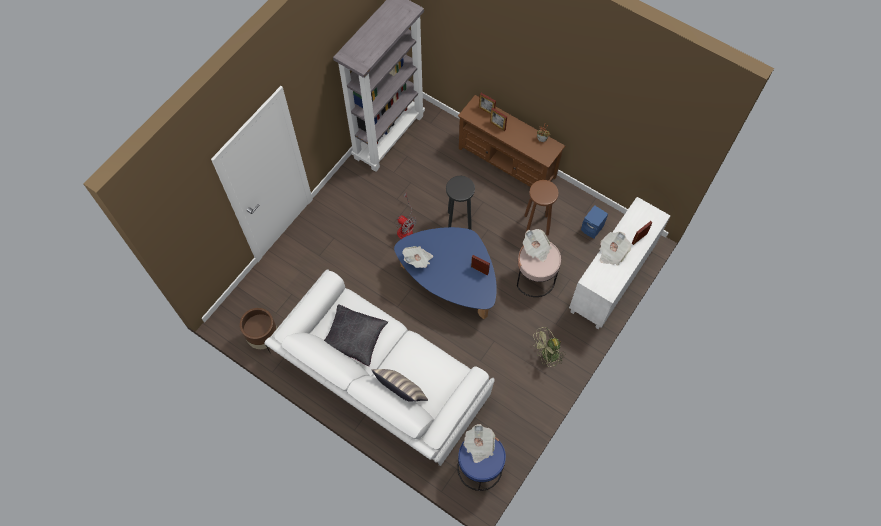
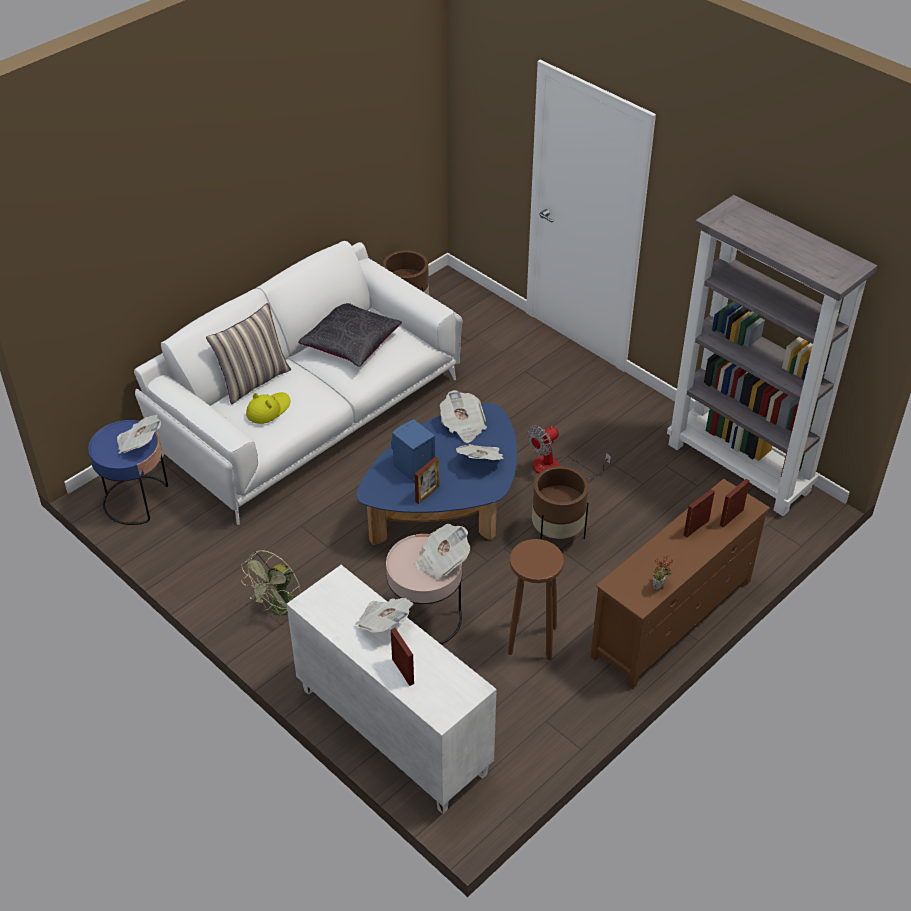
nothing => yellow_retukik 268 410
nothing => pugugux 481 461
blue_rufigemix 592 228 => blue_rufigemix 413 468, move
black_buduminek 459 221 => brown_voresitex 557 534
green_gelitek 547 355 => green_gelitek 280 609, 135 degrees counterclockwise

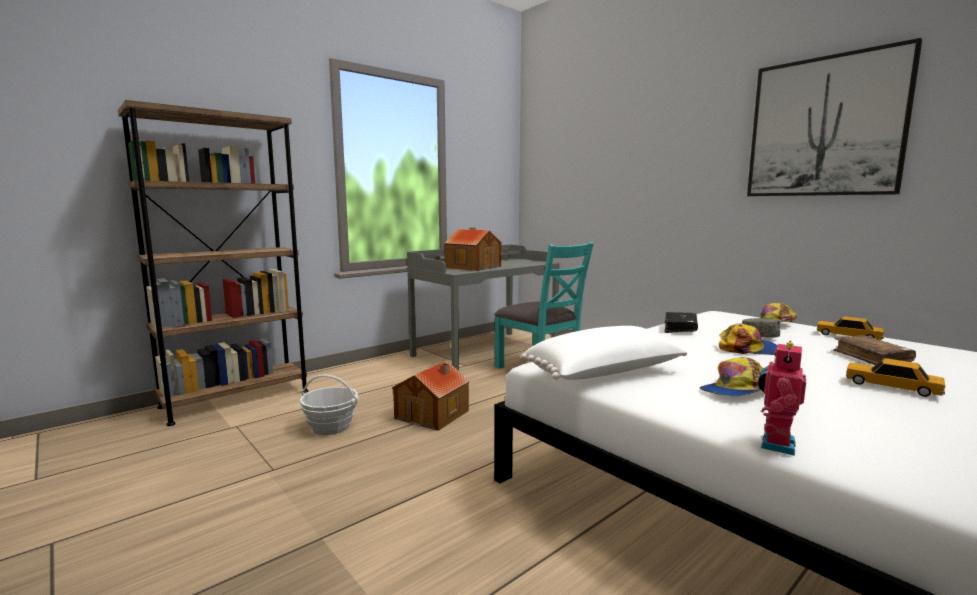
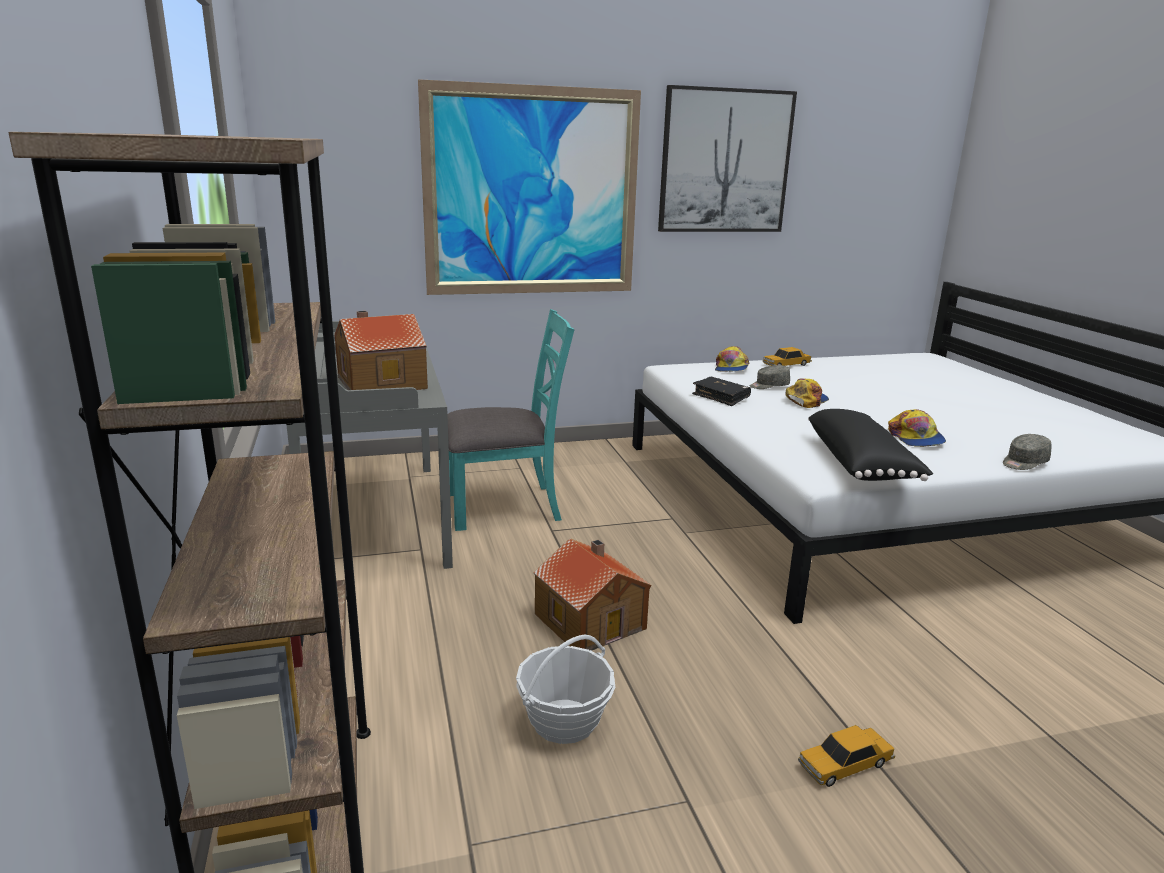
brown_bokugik 871 358 => nothing
nothing => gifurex 532 193
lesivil 891 386 => lesivil 844 764, move
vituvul 774 444 => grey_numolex 1024 463
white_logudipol 605 374 => black_logudipol 861 463

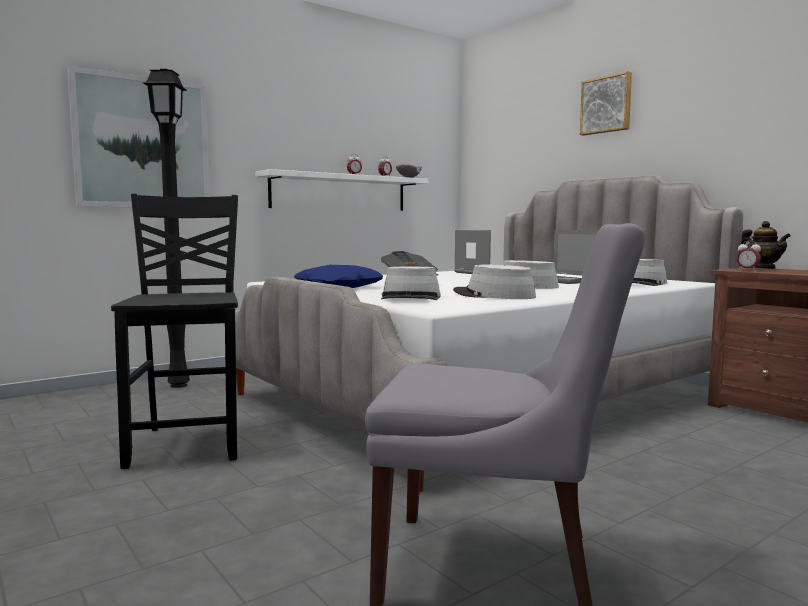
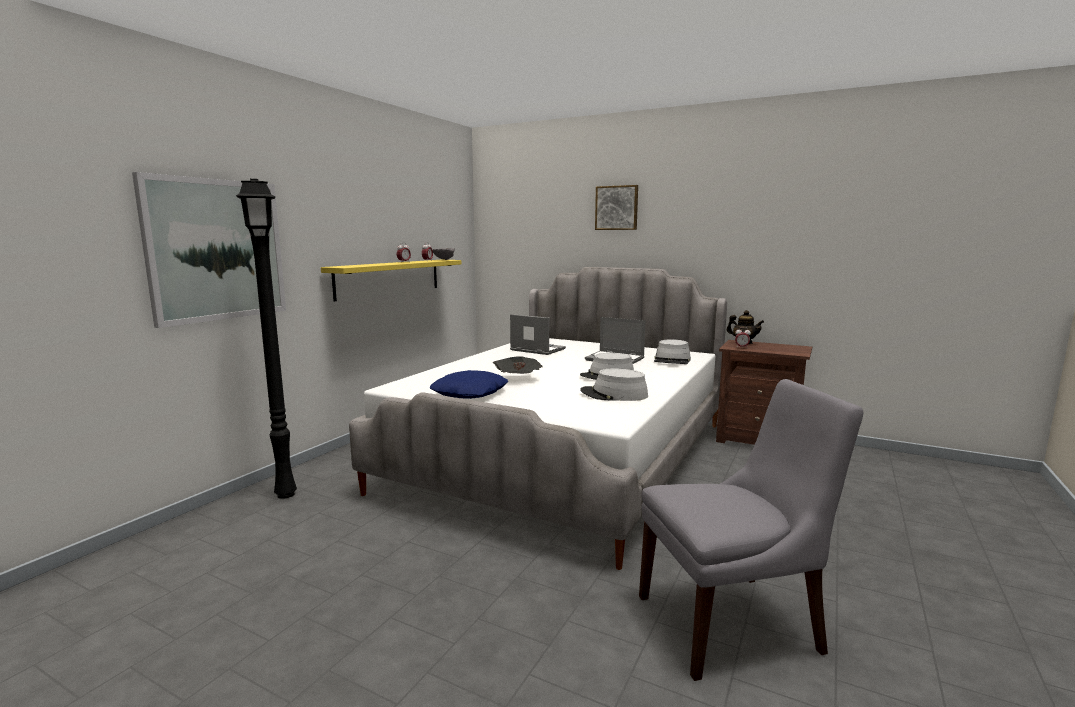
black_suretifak 189 443 => nothing
grey_retukik 411 298 => nothing
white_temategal 340 192 => yellow_temategal 389 278

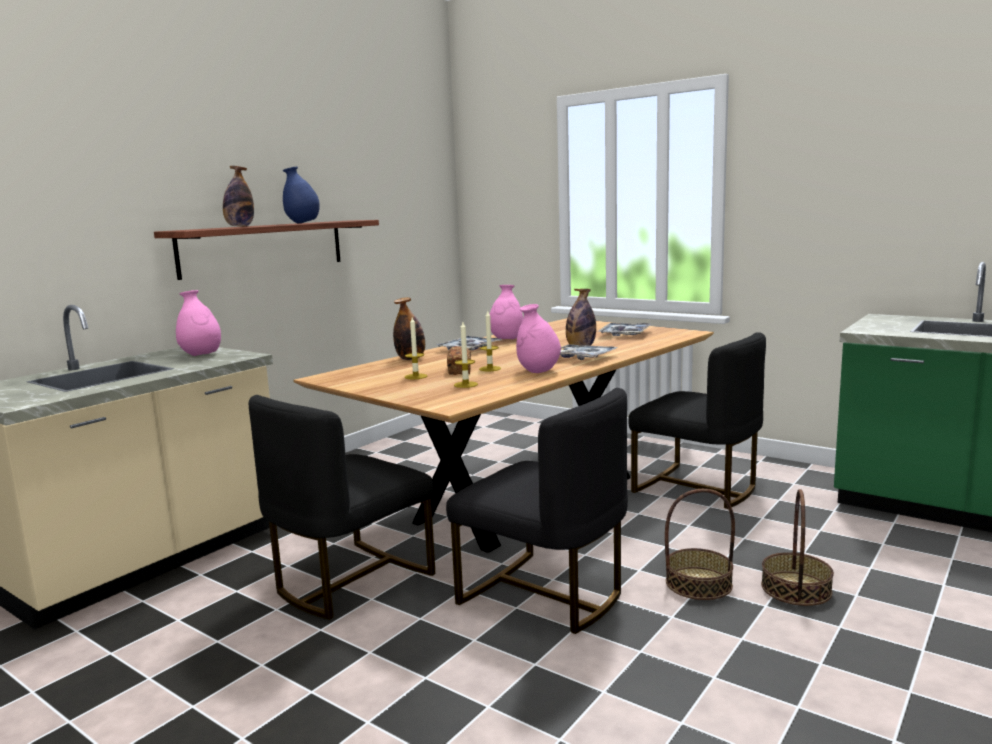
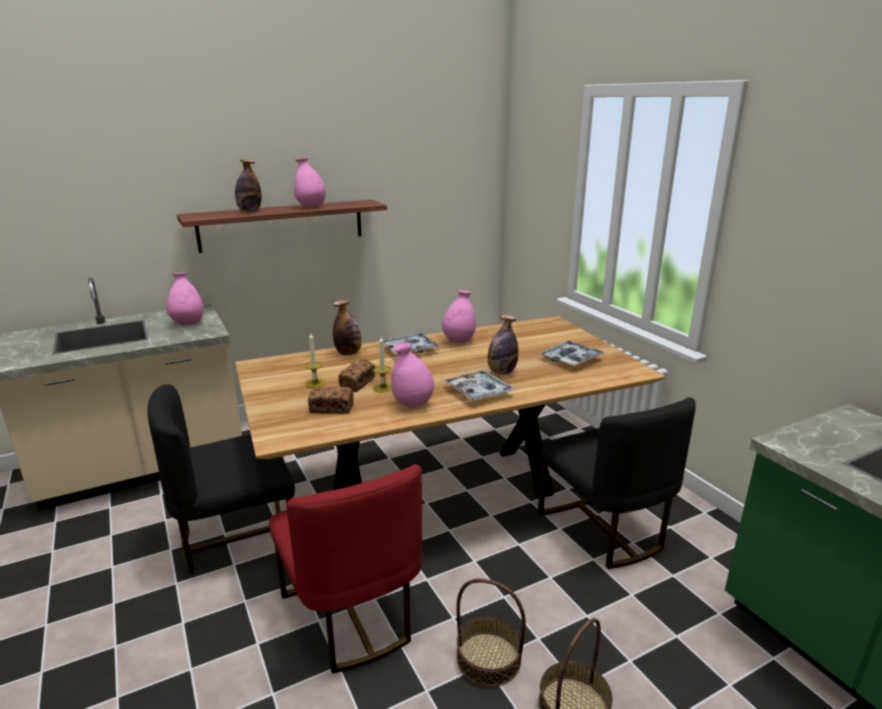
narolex 465 384 => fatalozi 331 408
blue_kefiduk 303 223 => pink_kefiduk 311 207
black_suretifak 544 595 => red_suretifak 351 615

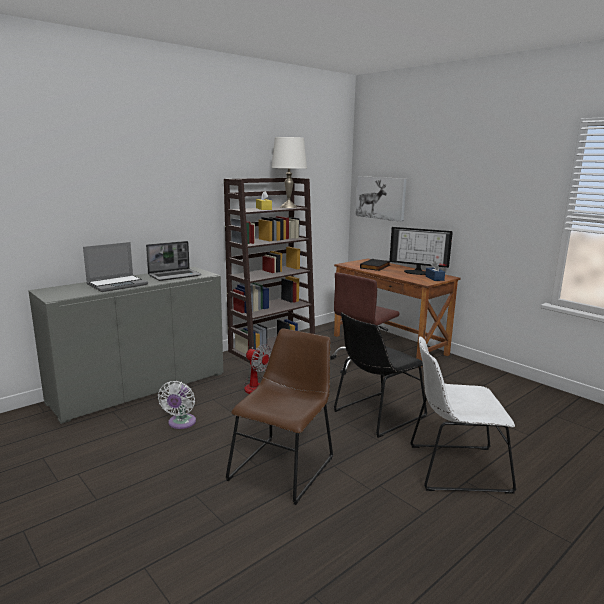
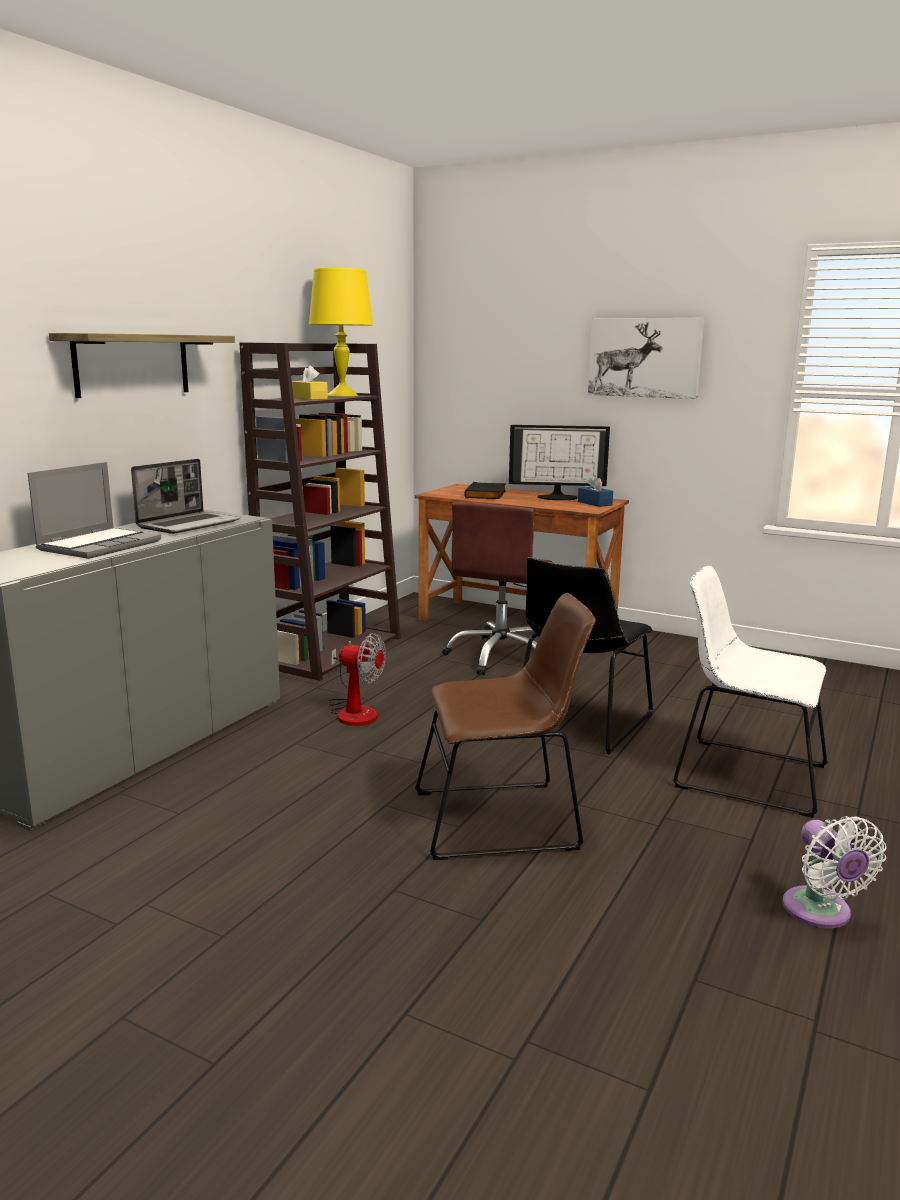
nothing => temategal 132 364
white_gelitek 181 423 => white_gelitek 820 913, move
gifurex 381 198 => gifurex 645 357, move
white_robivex 289 207 => yellow_robivex 343 395
brown_suretifak 284 466 => brown_suretifak 503 819, 75 degrees clockwise
white_suretifak 453 468 => white_suretifak 743 774, 45 degrees clockwise

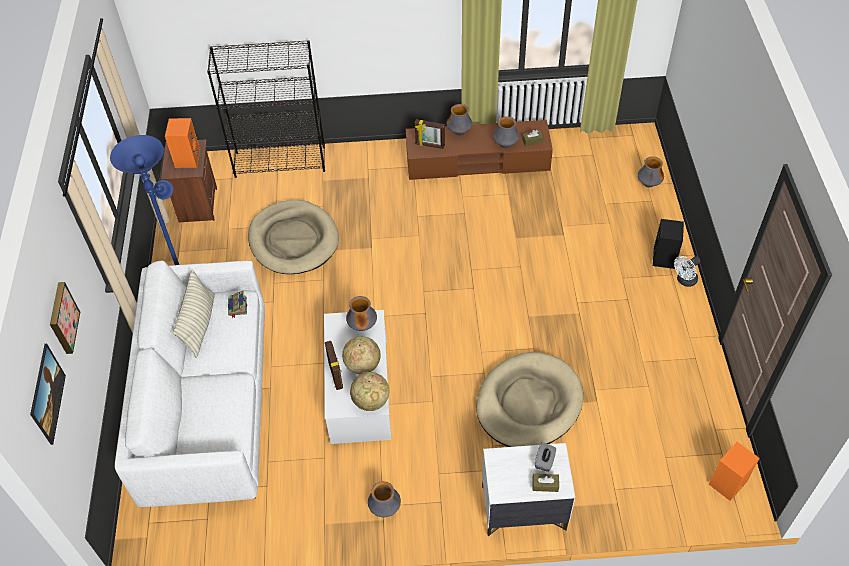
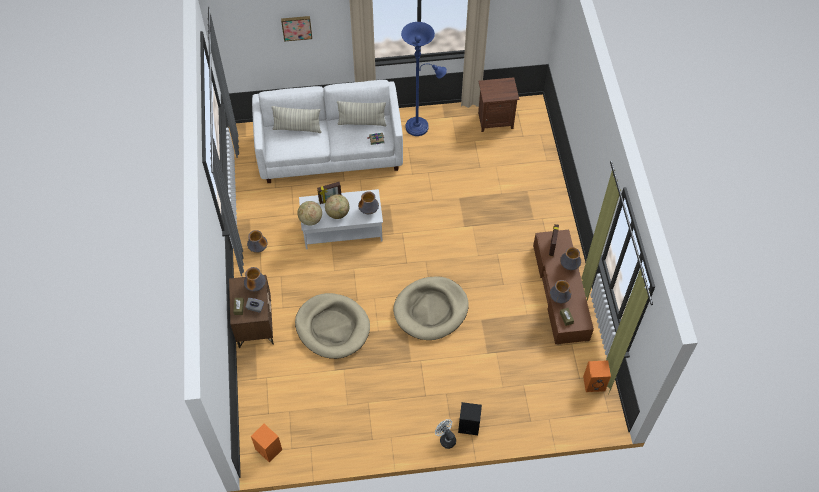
gifurex 52 401 => nothing
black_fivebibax 281 162 => nothing
nothing => logudipol 297 128
orange_rufigemix 187 158 => orange_rufigemix 594 383, move
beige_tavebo 293 240 => beige_tavebo 431 310, move
kefiduk 648 184 => kefiduk 256 286, move
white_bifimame 523 508 => brown_bifimame 255 323

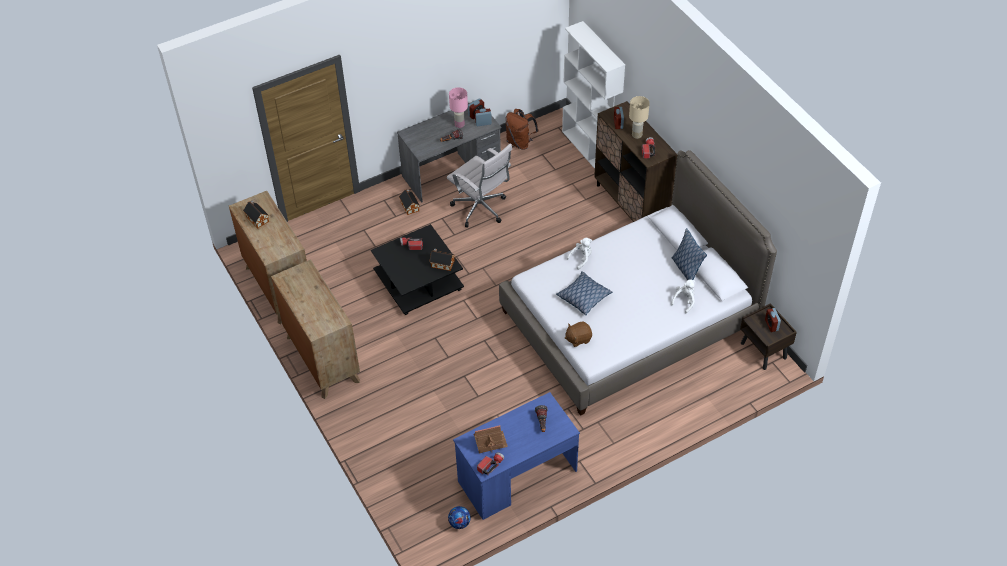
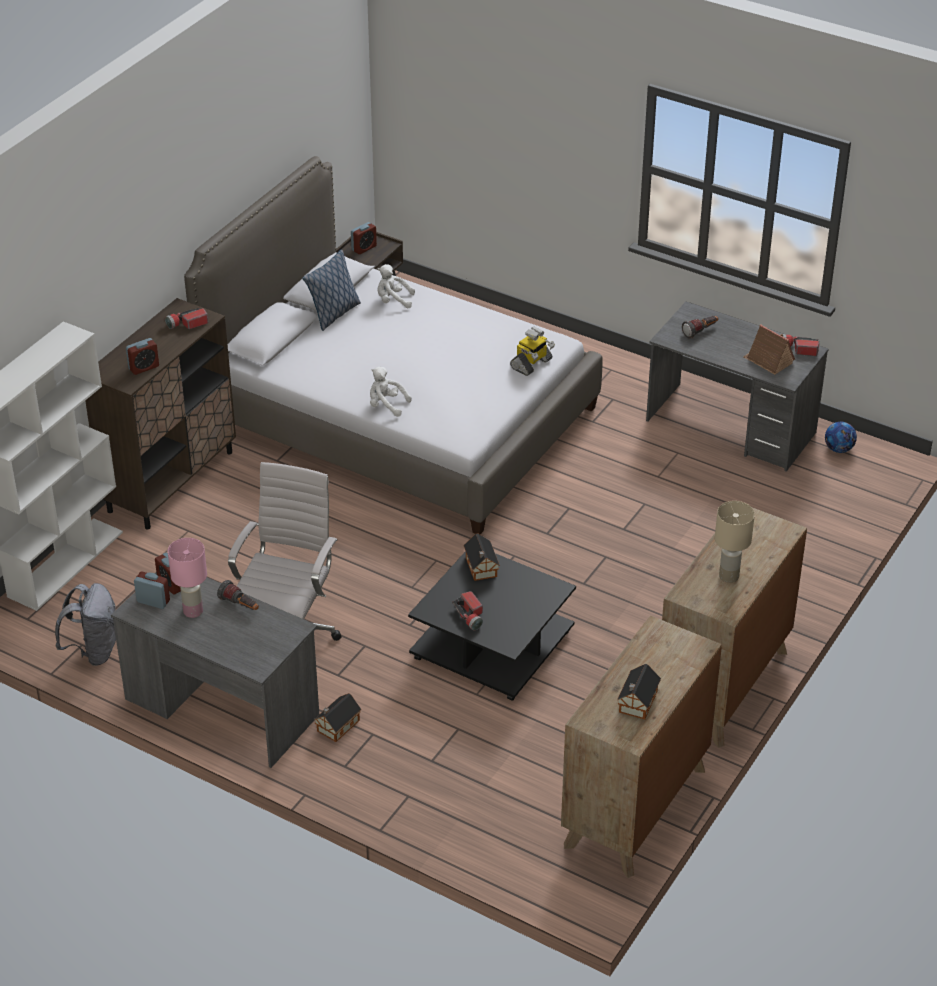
logudipol 583 297 => nothing
beige_robivex 637 135 => beige_robivex 728 576, move
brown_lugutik 578 339 => vituvul 531 364
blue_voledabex 517 476 => grey_voledabex 730 427
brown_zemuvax 520 142 => grey_zemuvax 94 651

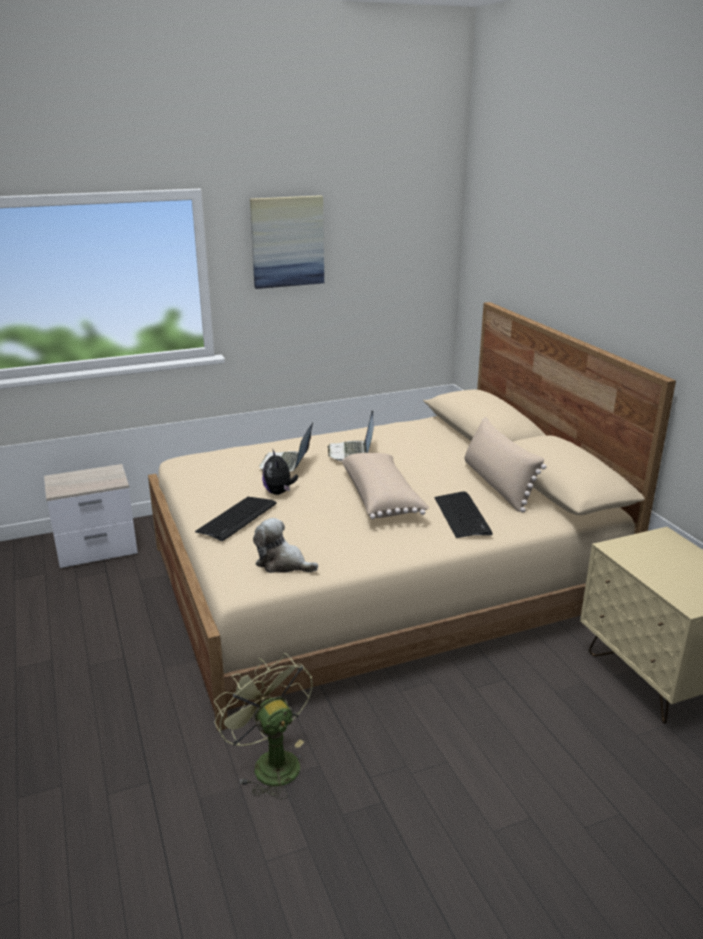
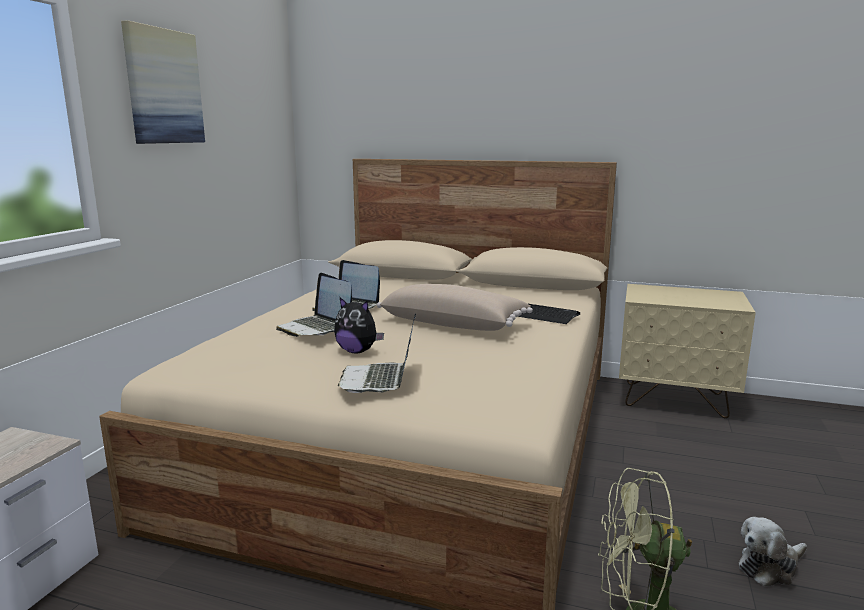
beige_logudipol 497 485 => nothing
lugutik 282 563 => lugutik 770 567, move
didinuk 237 519 => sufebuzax 379 380

